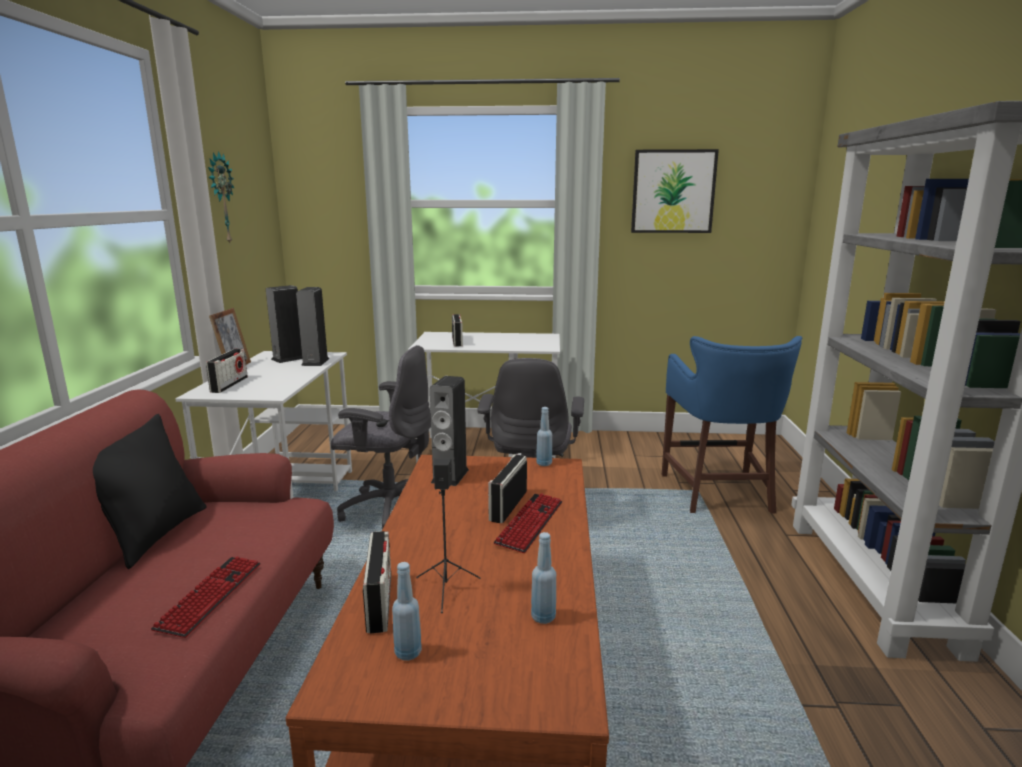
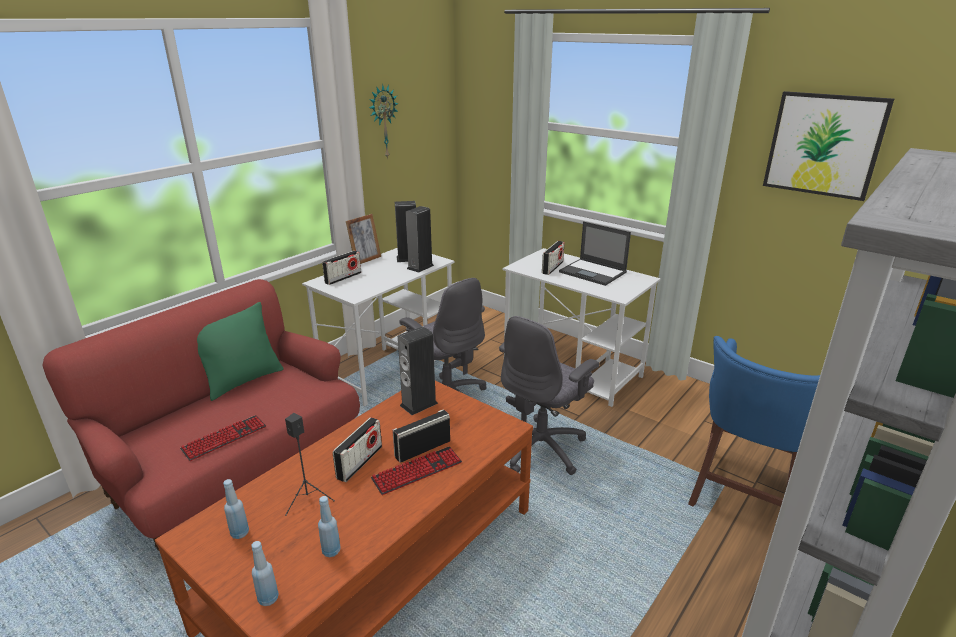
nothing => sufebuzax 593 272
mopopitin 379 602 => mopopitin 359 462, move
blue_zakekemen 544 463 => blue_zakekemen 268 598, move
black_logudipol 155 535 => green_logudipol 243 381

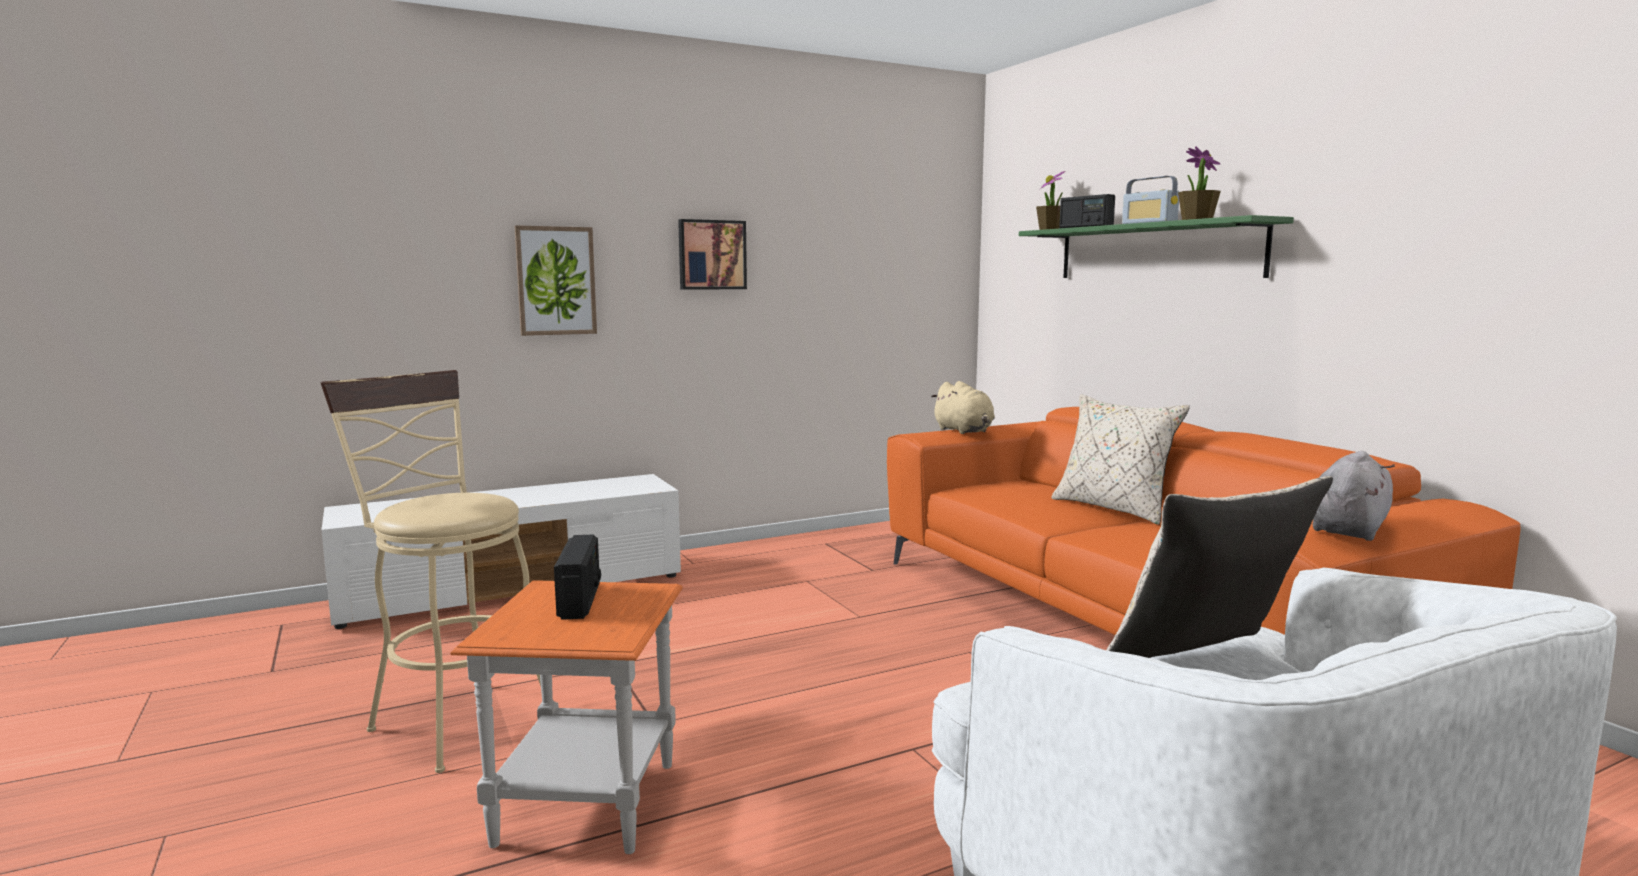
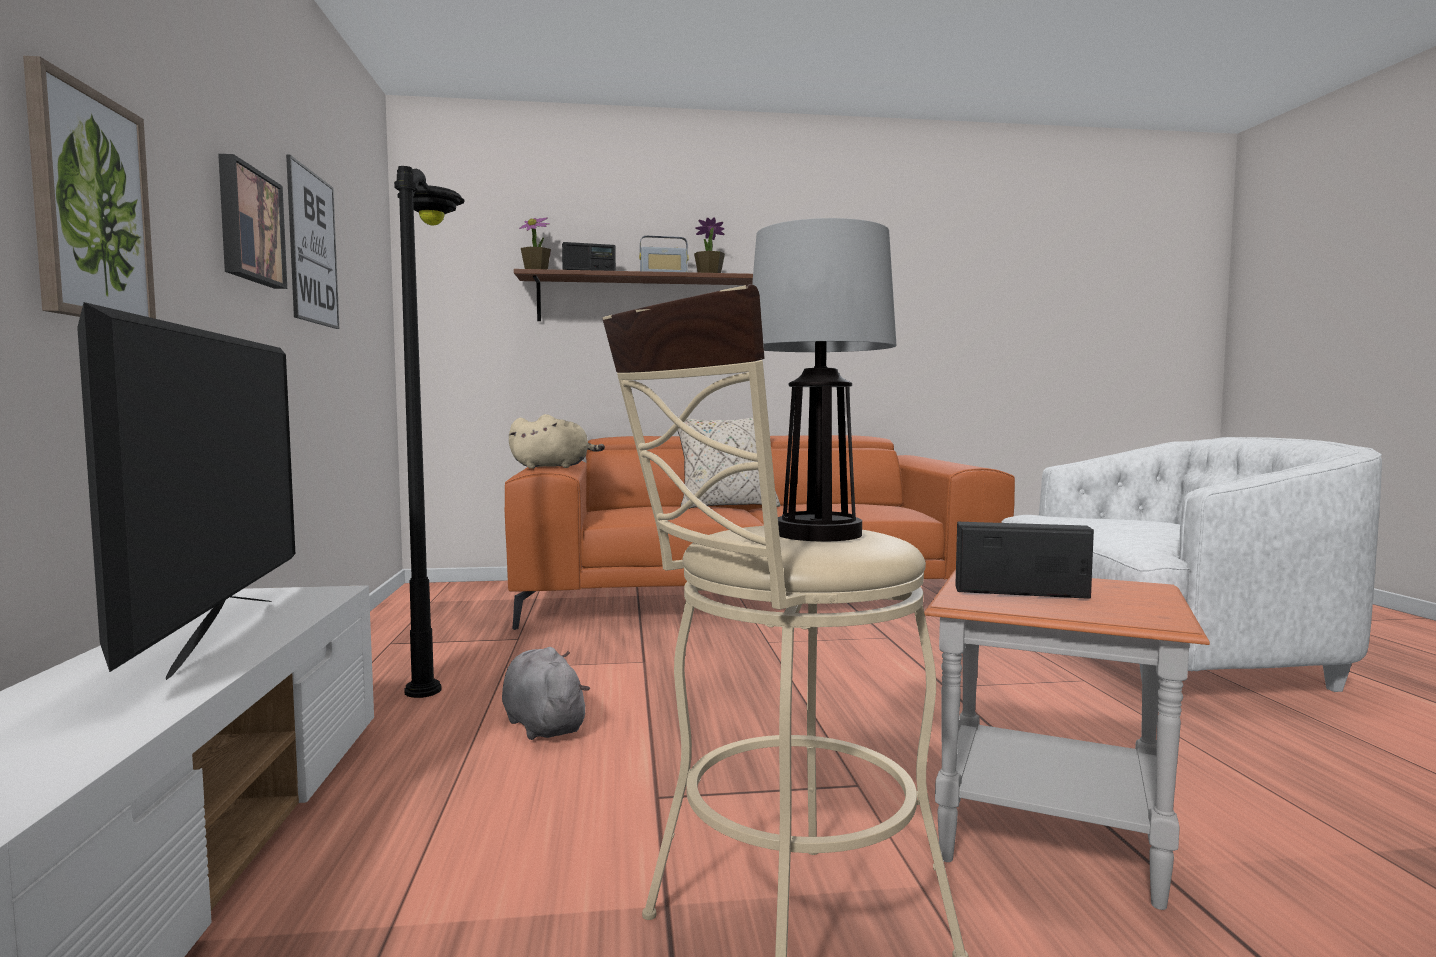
beige_logudipol 1207 664 => nothing
nothing => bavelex 222 634
nothing => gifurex 313 248
nothing => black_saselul 440 658
nothing => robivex 819 534
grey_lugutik 1348 529 => grey_lugutik 542 724, move
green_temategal 1155 251 => brown_temategal 648 300

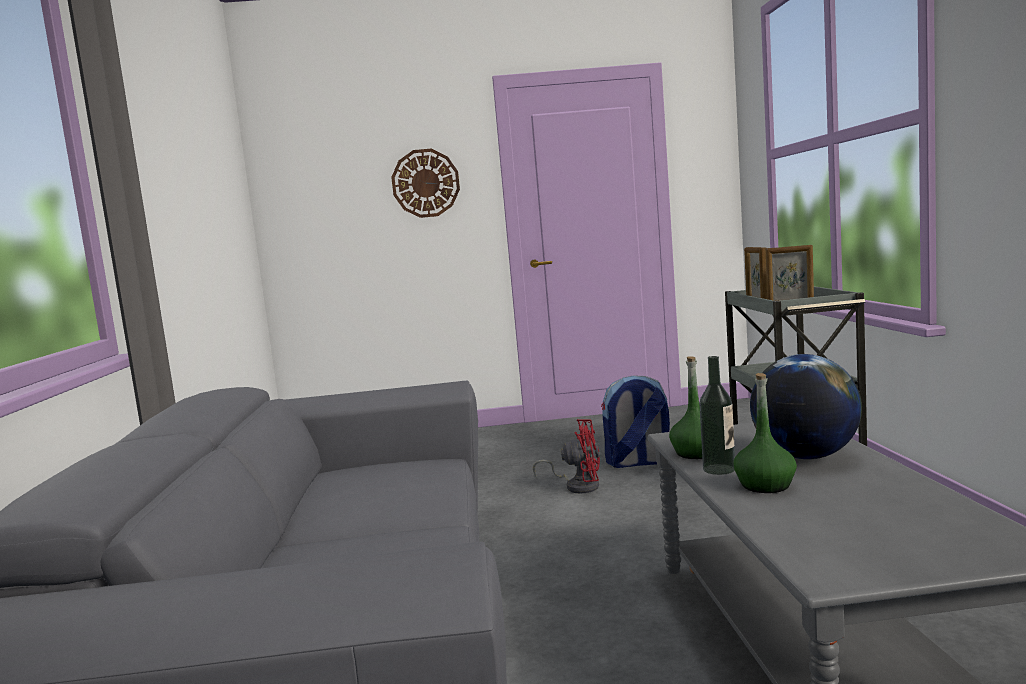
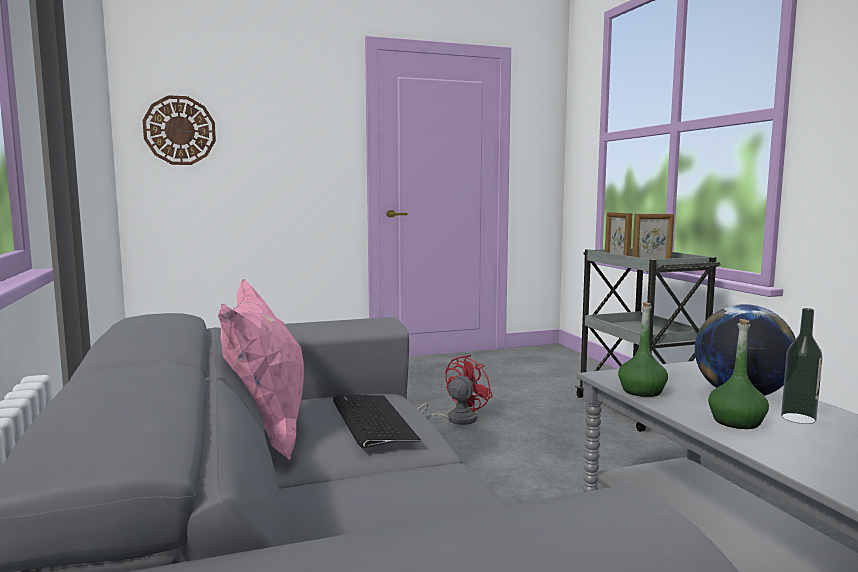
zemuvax 638 462 => nothing
nothing => pink_logudipol 266 433
nothing => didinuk 372 421
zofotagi 425 183 => zofotagi 179 130, move
zakekemen 719 469 => zakekemen 798 418, move
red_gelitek 578 486 => red_gelitek 455 420, 45 degrees counterclockwise

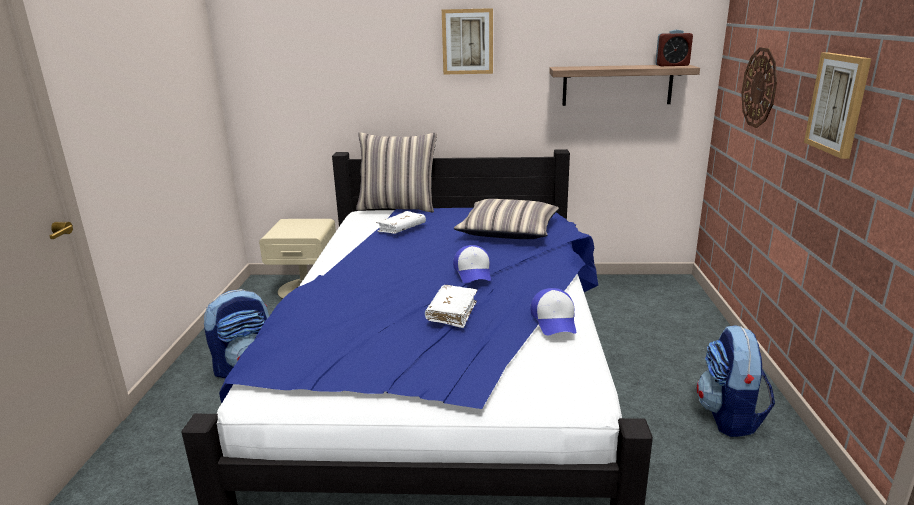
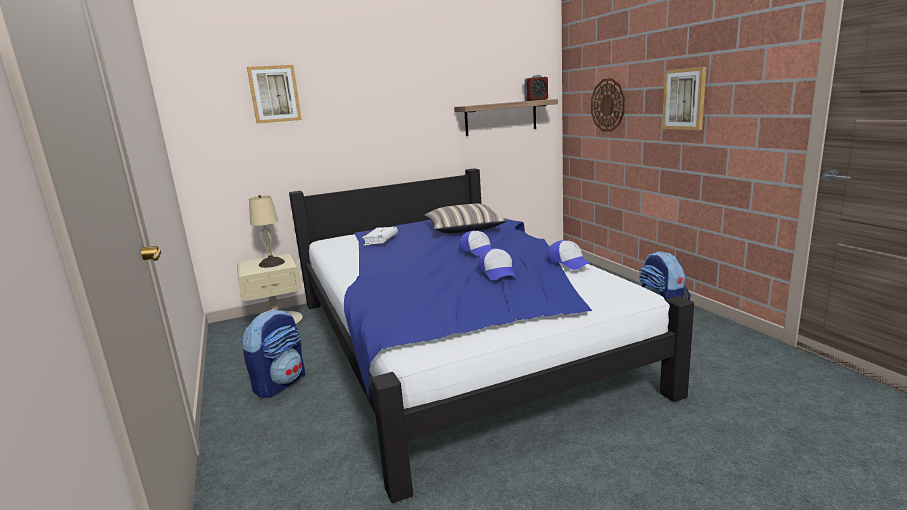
logudipol 398 207 => nothing
nothing => beige_robivex 272 263
gifurex 467 41 => gifurex 274 94, move
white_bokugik 452 313 => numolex 498 272

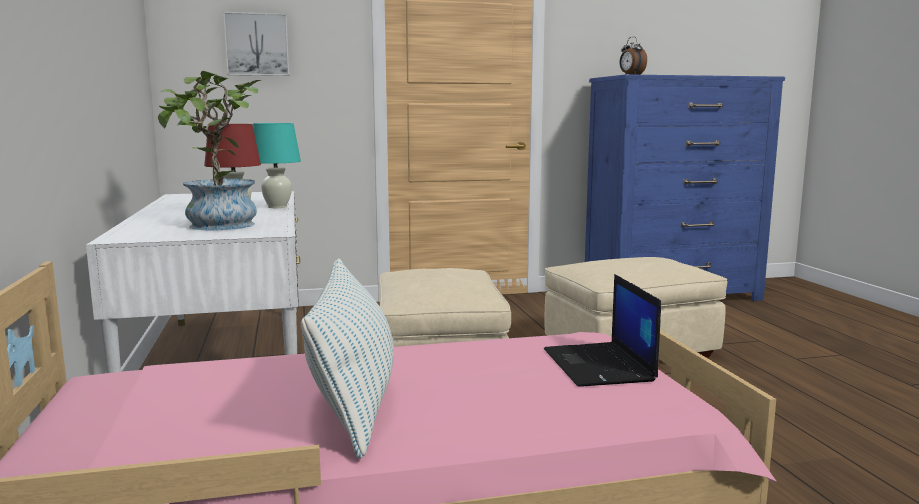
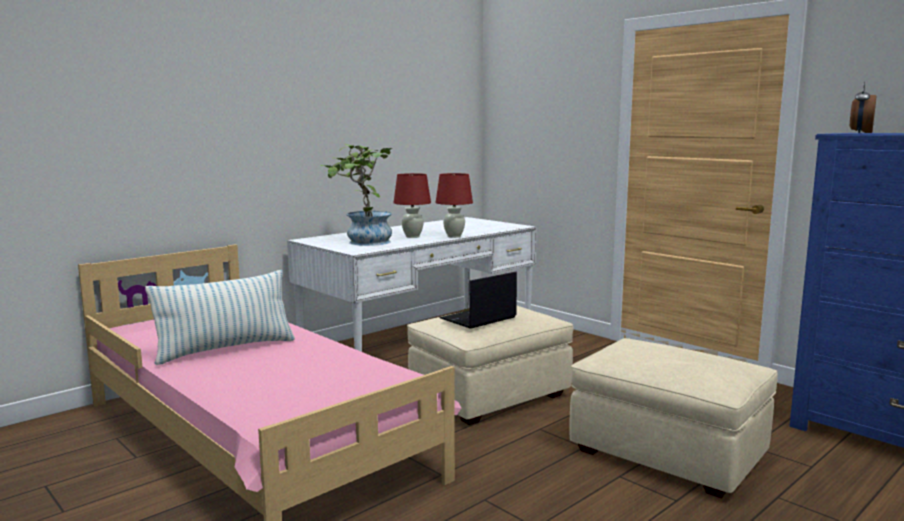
gifurex 257 44 => nothing
sufebuzax 600 365 => sufebuzax 478 318, move
turquoise_robivex 277 207 => red_robivex 454 236

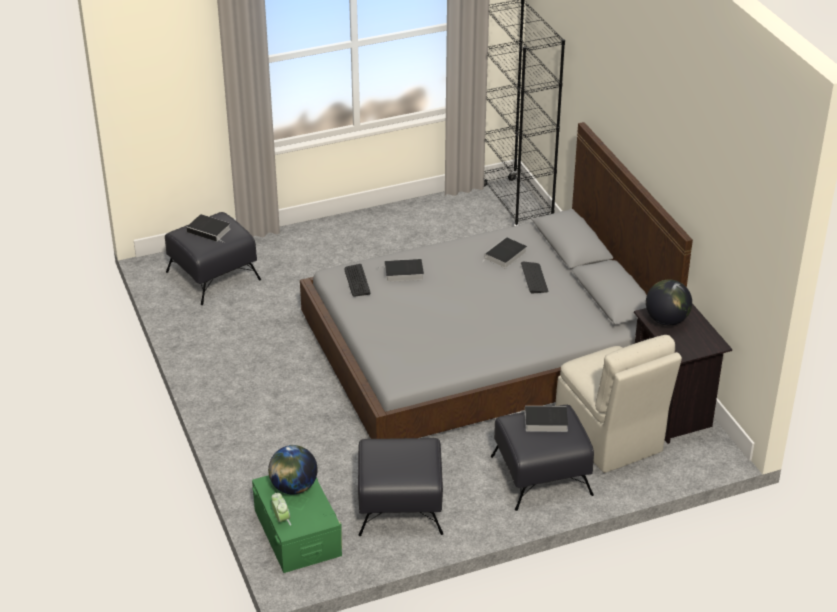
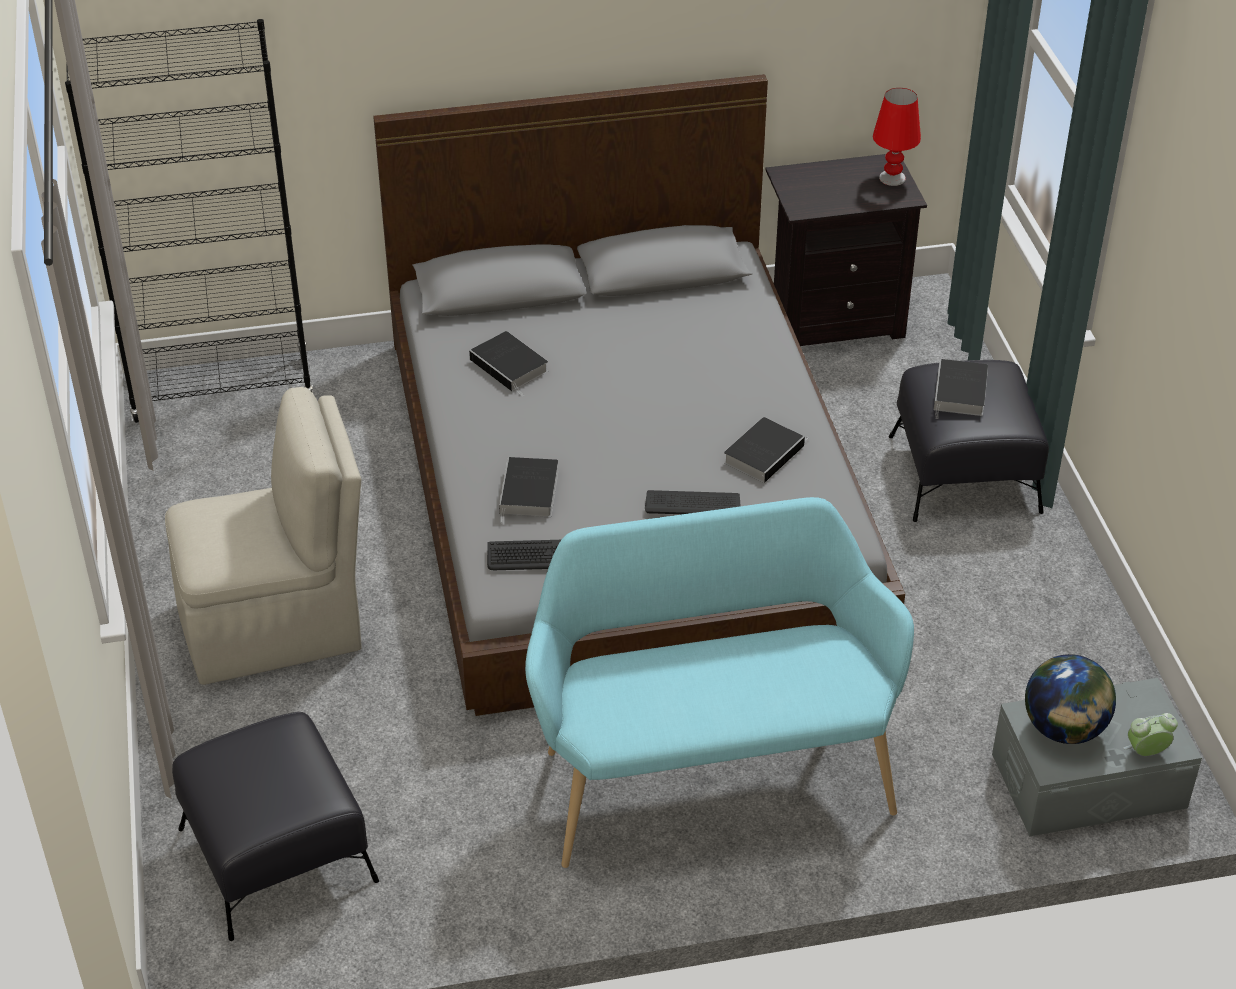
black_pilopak 401 505 => nothing
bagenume 666 320 => nothing
nothing => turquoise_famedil 710 772
nothing => red_robivex 892 178
bokugik 210 230 => bokugik 764 452, move
didinuk 534 278 => didinuk 692 504, move
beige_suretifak 609 437 => beige_suretifak 276 625, move
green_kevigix 297 532 => grey_kevigix 1088 781

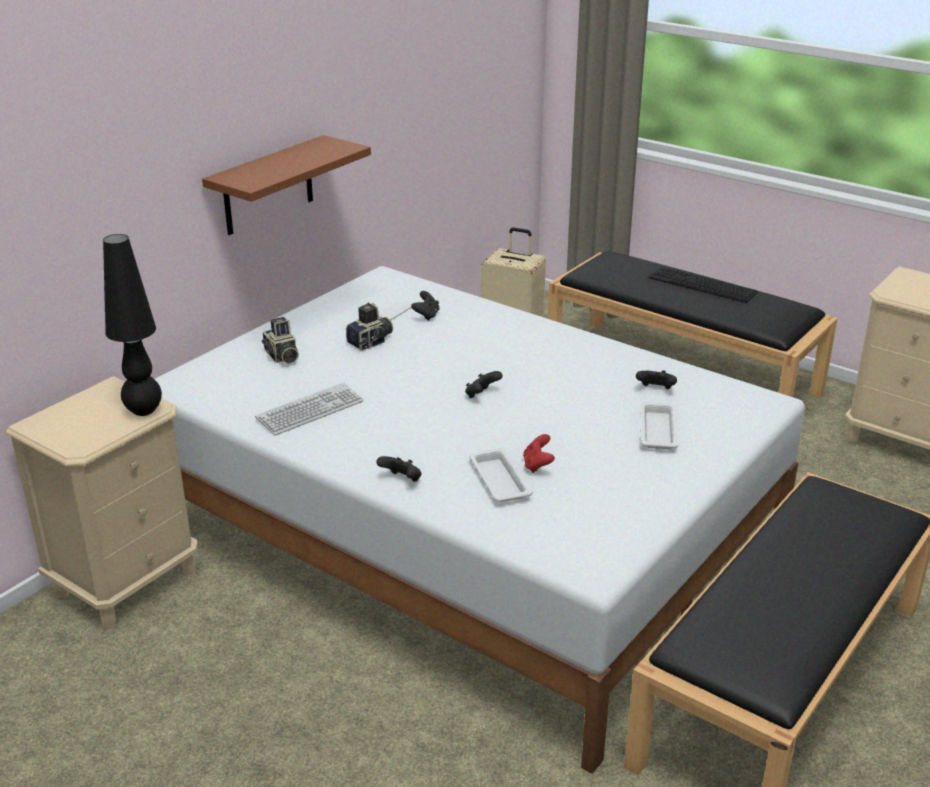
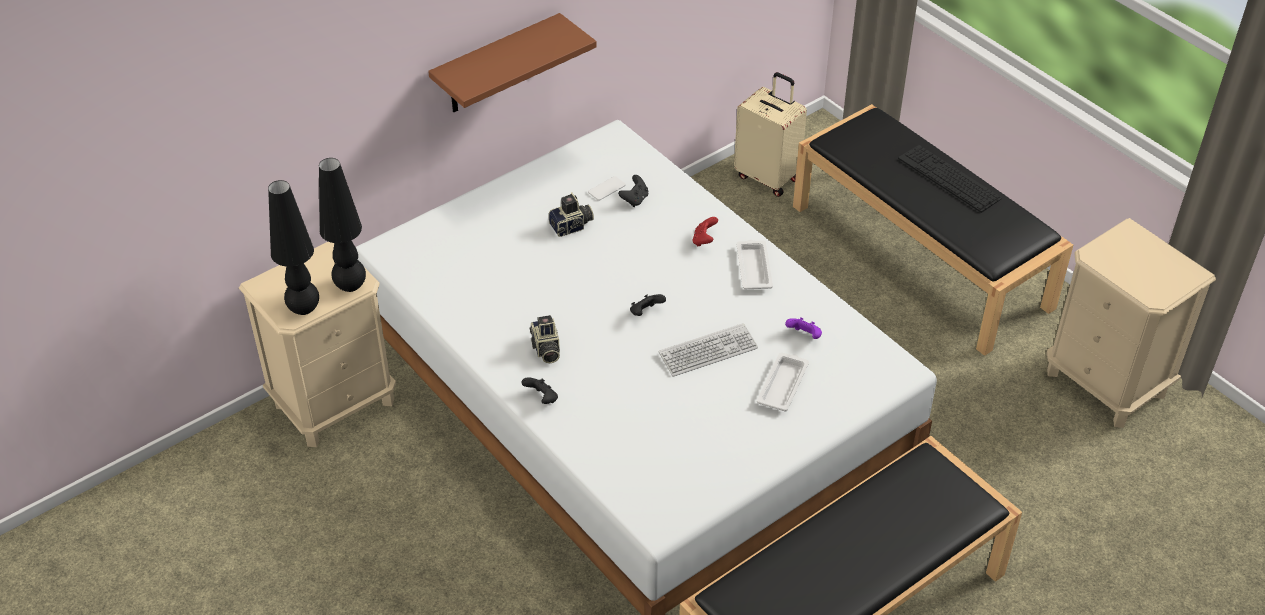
nothing => black_robivex 304 309
didinuk 310 410 => didinuk 708 351, move
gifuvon 281 357 => gifuvon 545 349, move
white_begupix 499 479 => white_begupix 753 268, move
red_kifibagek 537 465 => red_kifibagek 704 240, move
black_kifibagek 655 390 => purple_kifibagek 804 336

